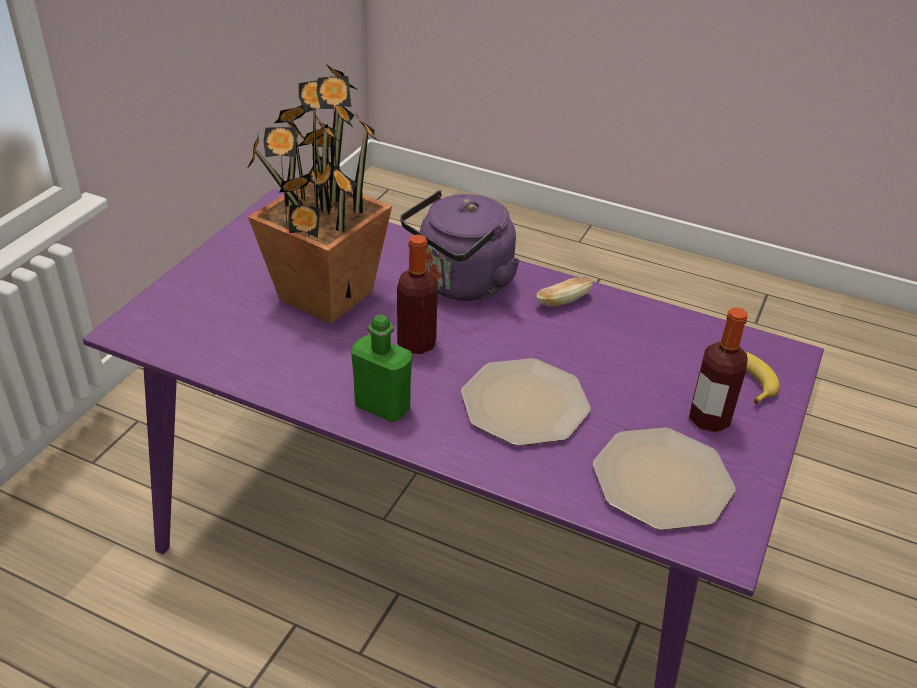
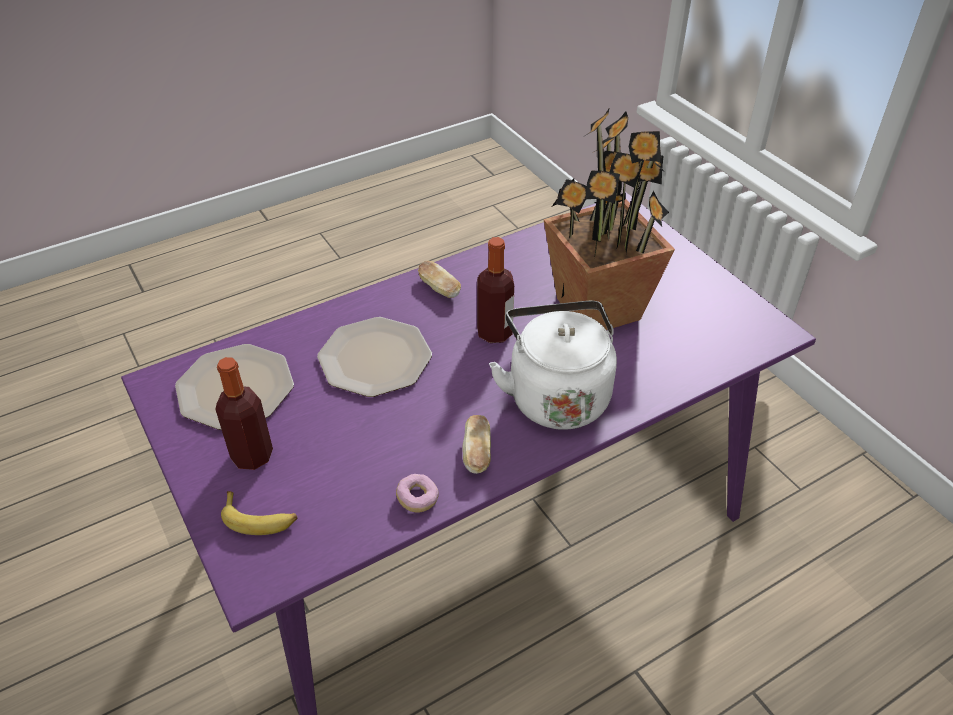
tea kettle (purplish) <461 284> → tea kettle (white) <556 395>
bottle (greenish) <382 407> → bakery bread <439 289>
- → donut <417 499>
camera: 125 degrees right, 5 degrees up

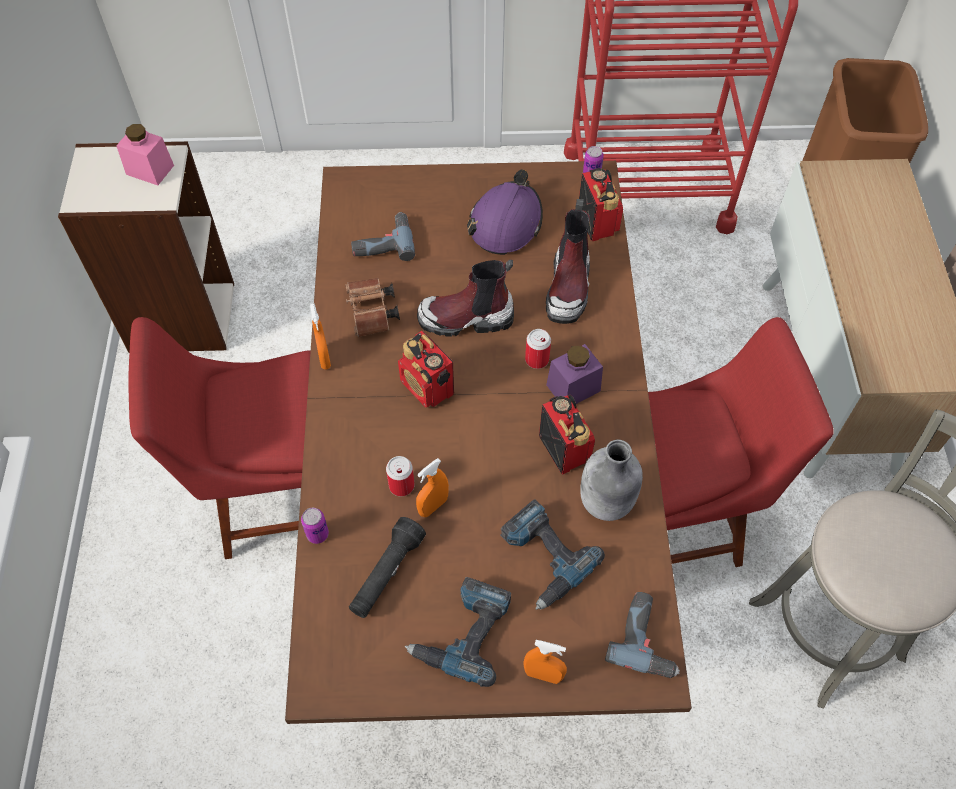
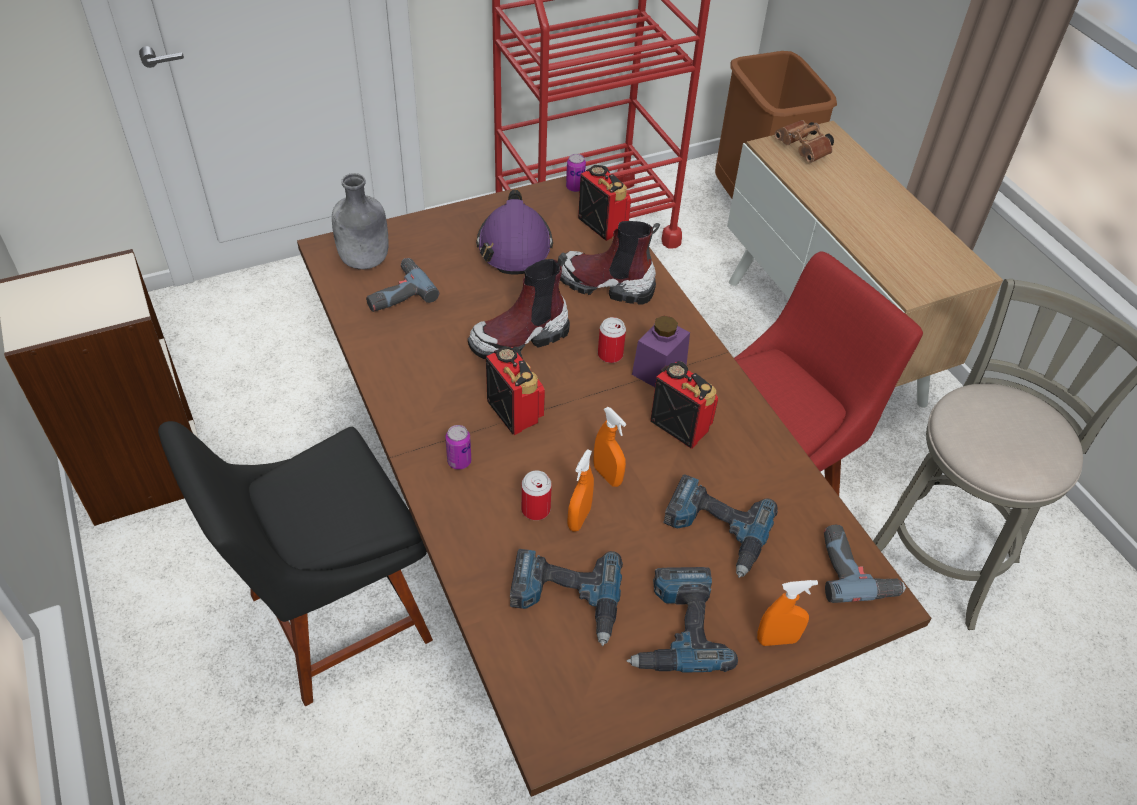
storage jar (pink-coloured) <150 170> → -
tall boot <568 287> → tall boot <606 285>, 120 degrees clockwise
pair of binoculars (brownish) <372 314> → pair of binoculars (brownish) <804 150>, move
hand sprayer (orange-coloured) <324 358> → hand sprayer (orange-coloured) <607 475>, move
chair (reddish) <271 496> → chair (blackish) <330 622>
radio <427 388> → radio <514 411>, 150 degrees counterclockwise
bottle (gray) <606 503> → bottle (gray) <365 261>, move
can <317 534> → can <459 461>, move
torch (blackish) <386 574> → electric drill <565 600>
camera: 25 degrees left, 10 degrees down

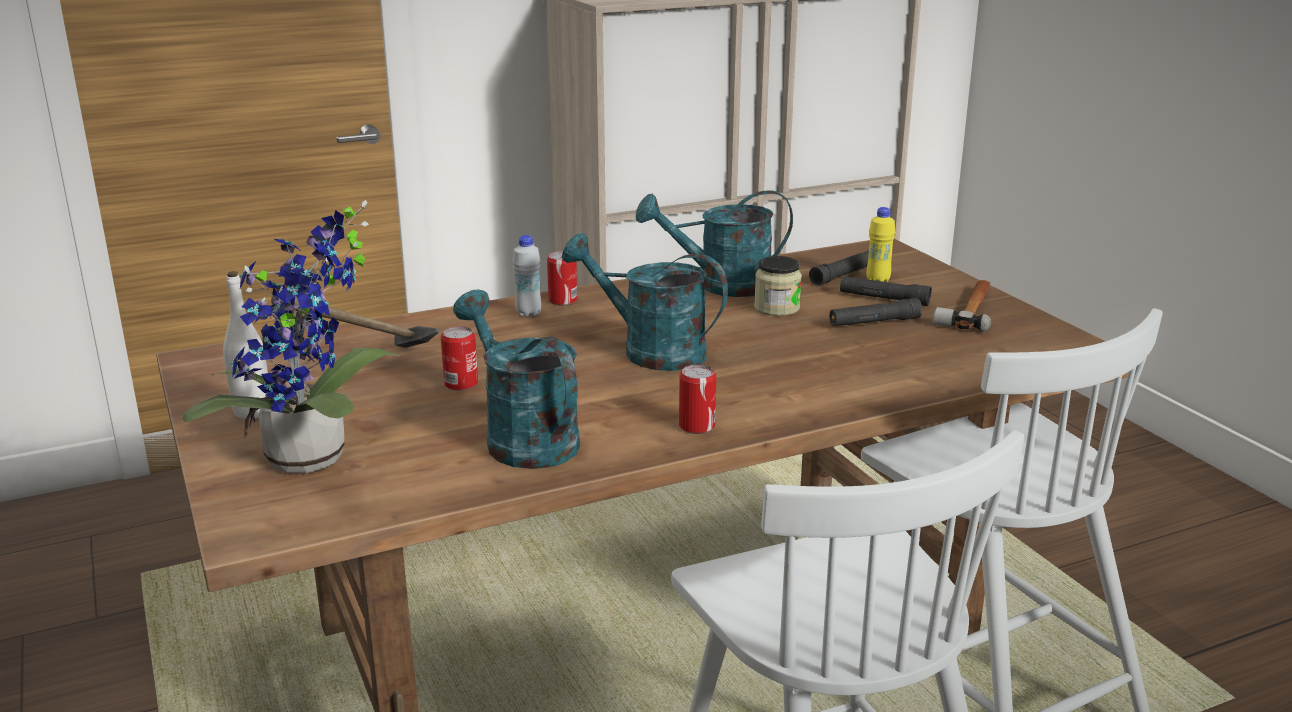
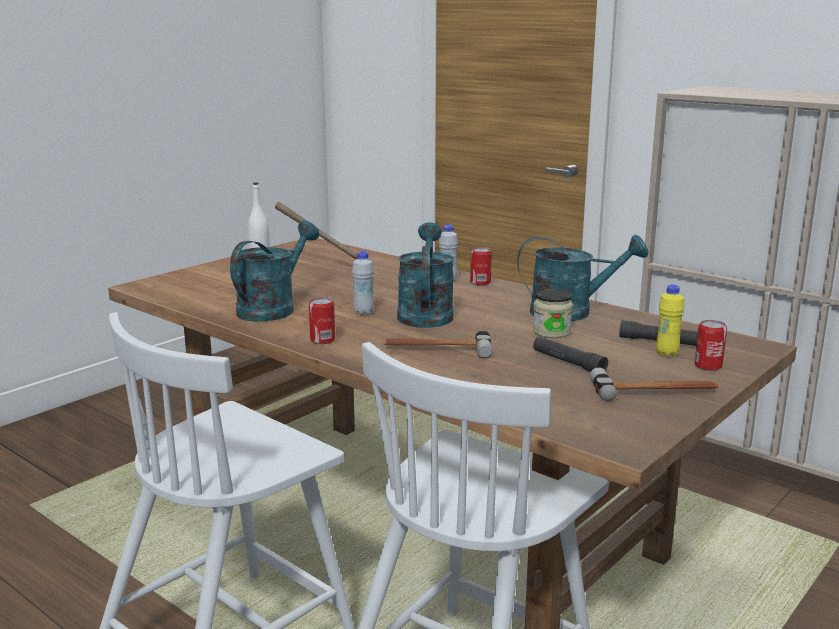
sprinkling can (turquoise) <721 285> → sprinkling can (turquoise) <572 312>, 120 degrees clockwise
potted plant <314 461> → -
torch (blackish) <884 299> → -
can <461 384> → can <708 366>, move
- → bottle (white) <363 312>
- → hammer <437 350>
camera: 65 degrees right, 5 degrees down

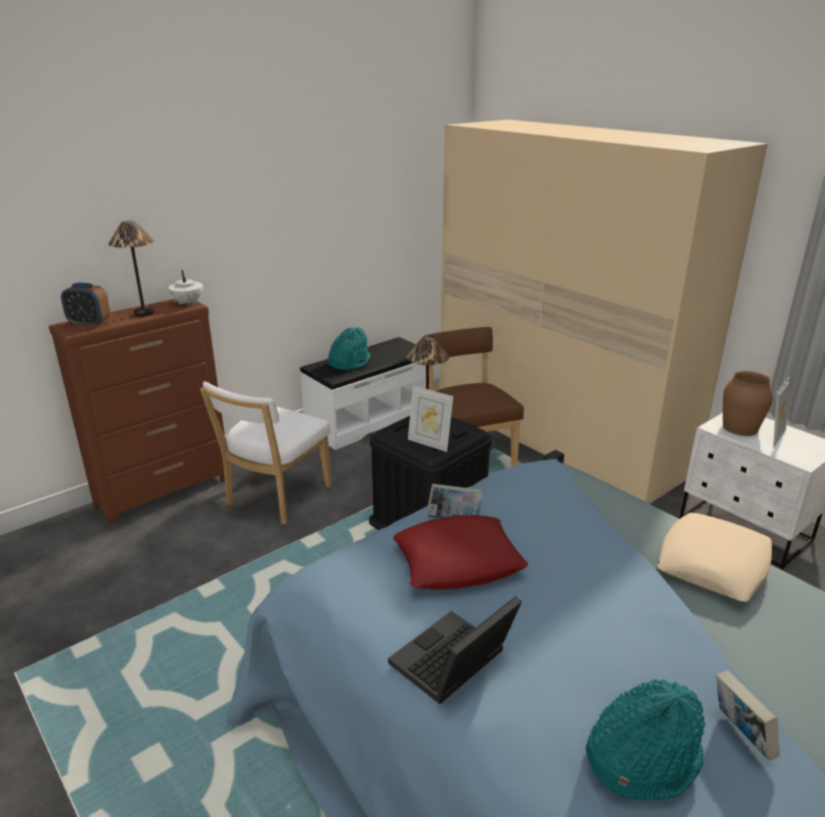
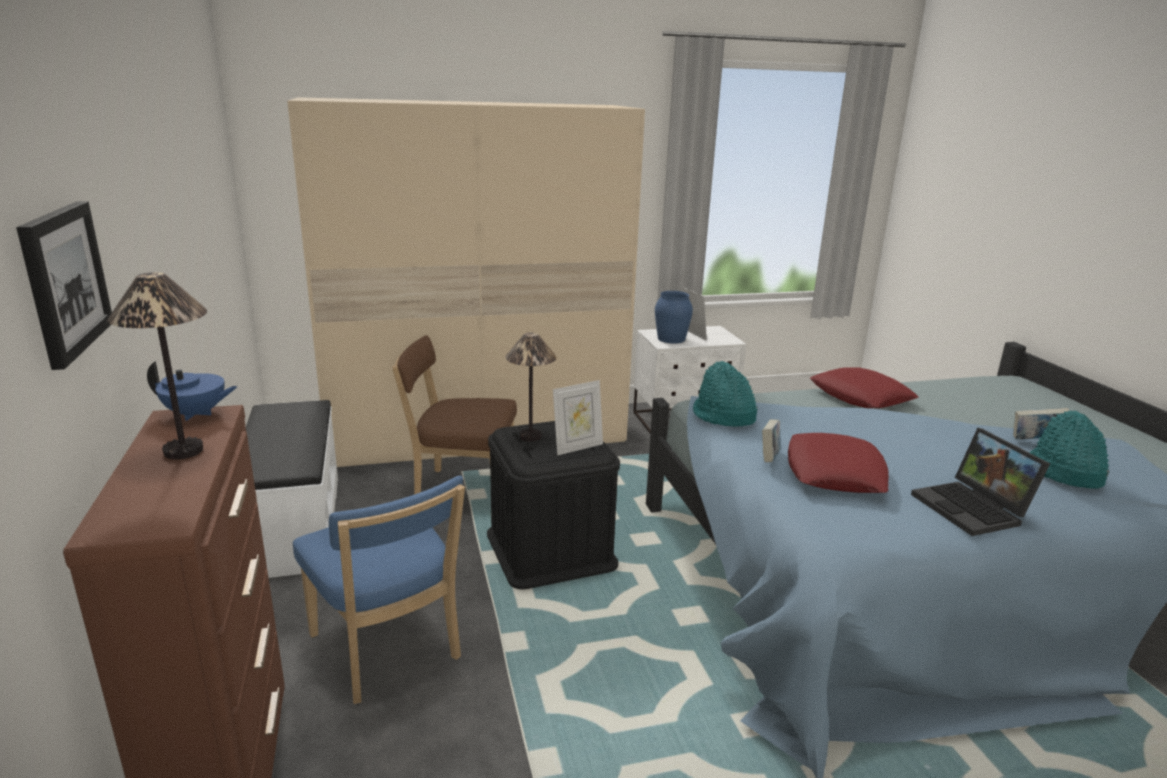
tea pot (white) <187 303> → tea pot (bluish) <196 414>
table clock <89 324> → -
hat (turquoise) <349 362> → hat (turquoise) <723 416>, move
flower vase (brownish) <739 427> → flower vase (bluish) <671 339>
chair (white) <275 498> → chair (bluish) <388 651>
cushion (sand-coloured) <713 564> → cushion (reddish) <861 396>
- → wall art <64 280>
camera: 65 degrees left, 5 degrees down

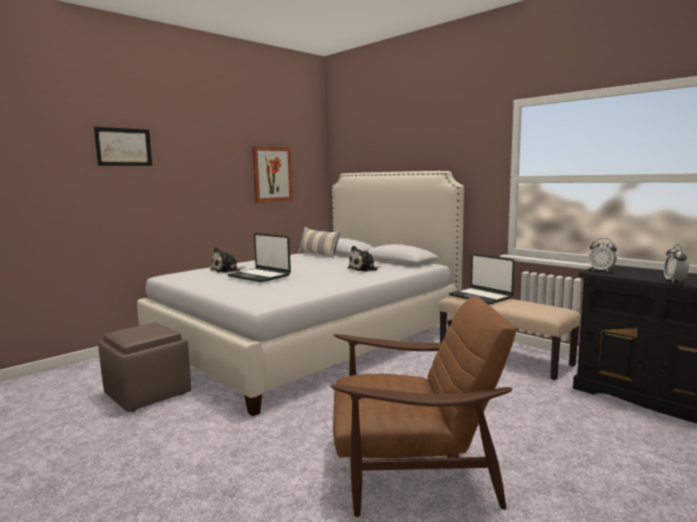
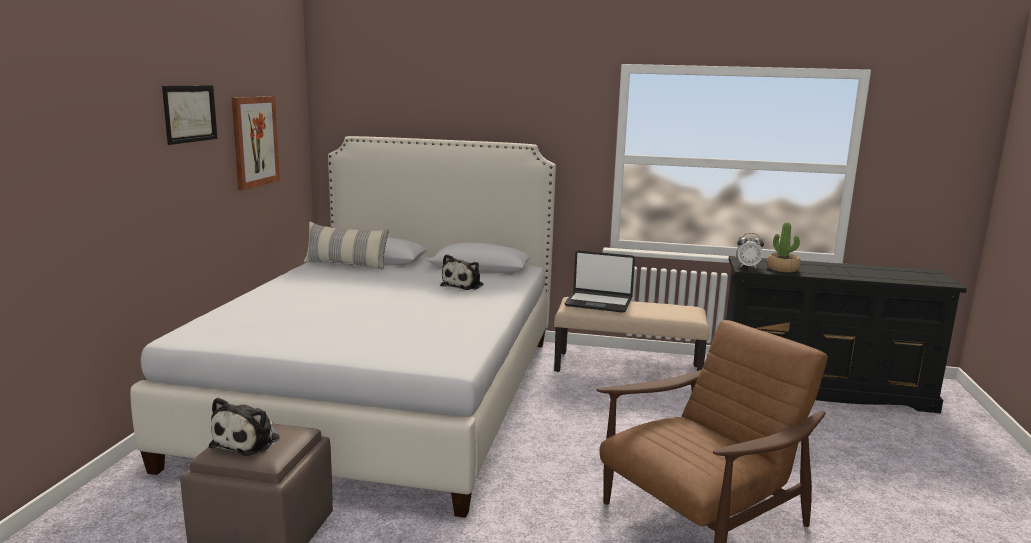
wall art <123 147> → wall art <190 113>, move
notebook computer <259 276> → -
table clock <674 281> → -
cuddly toy <227 270> → cuddly toy <248 441>, move
- → potted plant <782 269>
camera: 35 degrees left, 5 degrees up

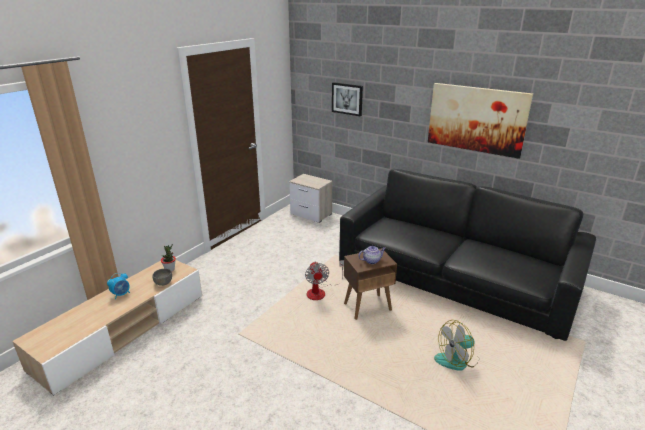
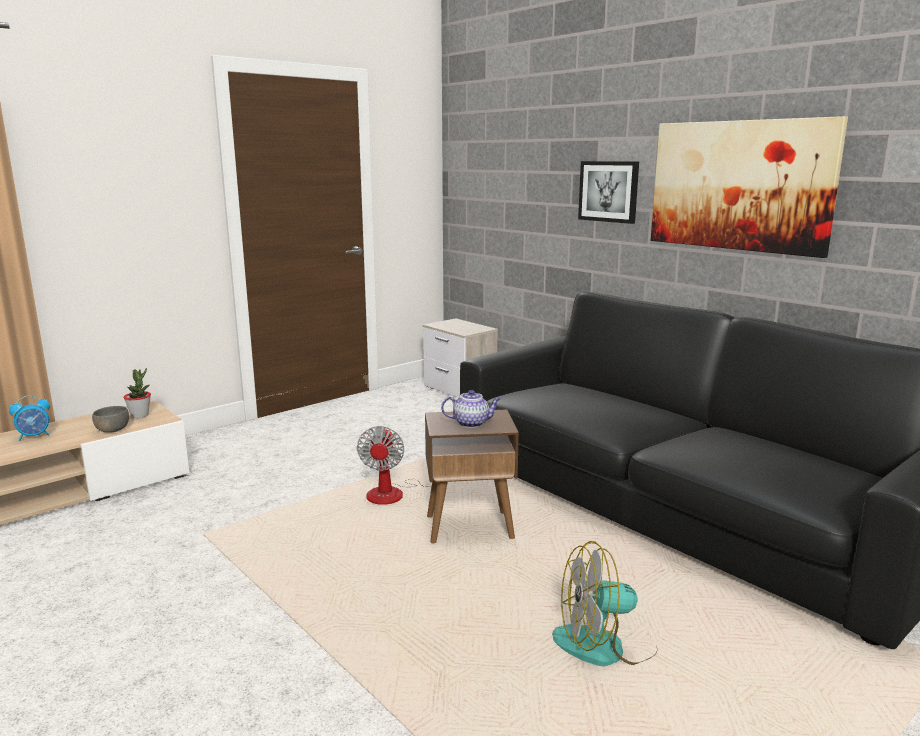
wall art <347 99> → wall art <609 191>, move
camera: 15 degrees right, 10 degrees down

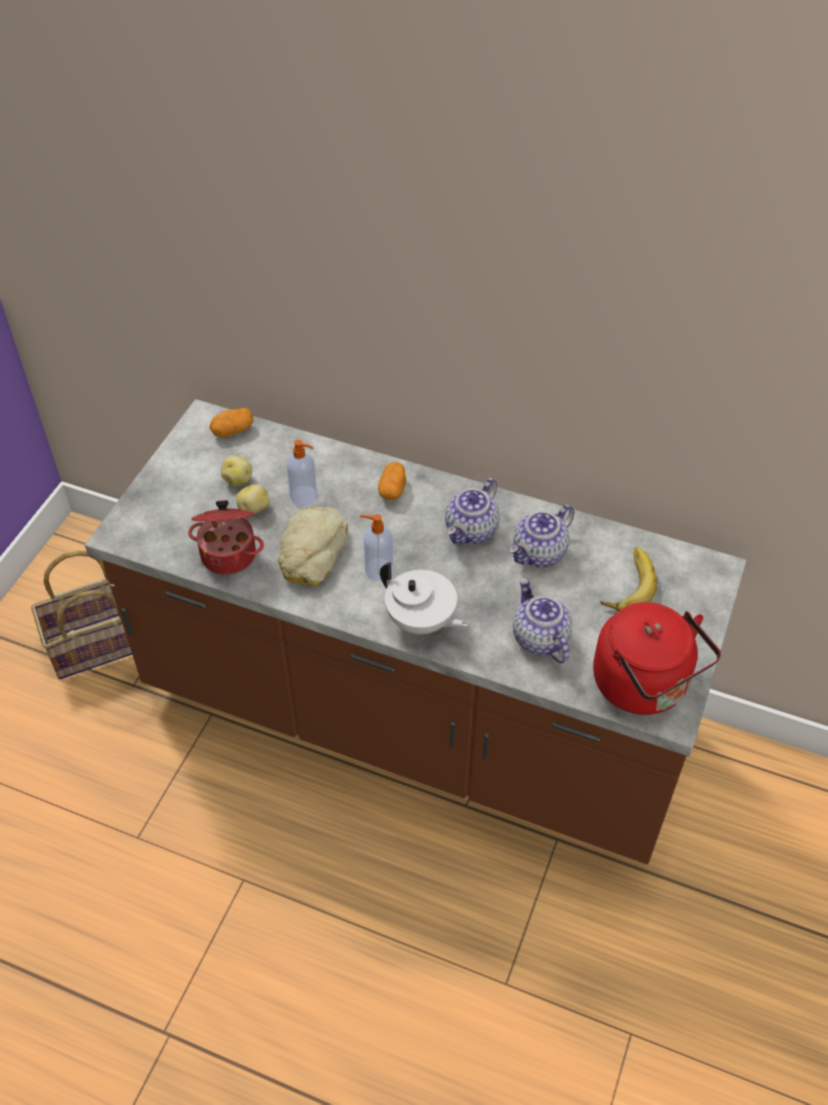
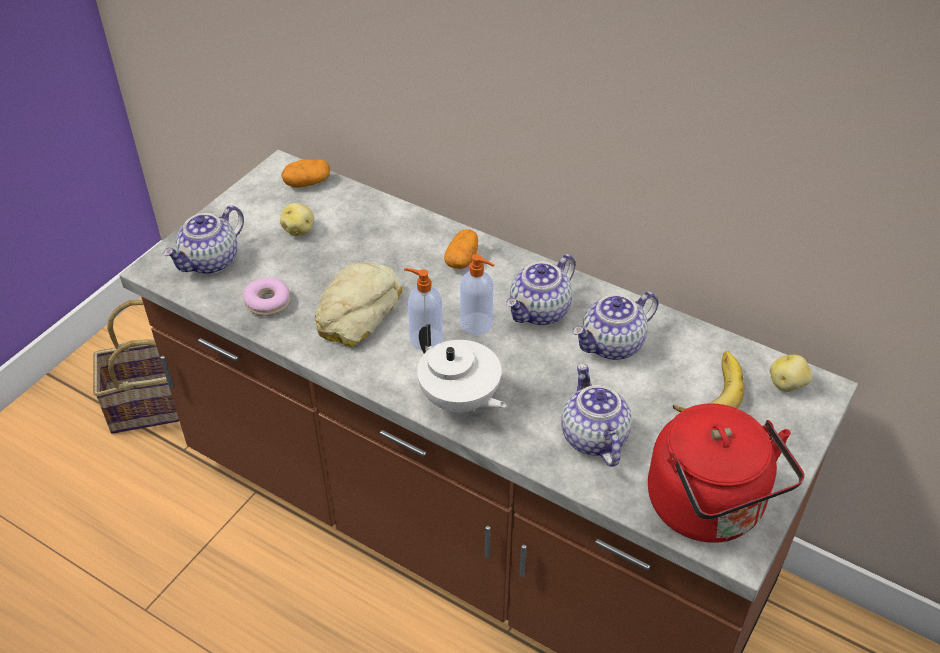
soap dispenser <304 496> → soap dispenser <477 324>, move
potato <255 509> → potato <787 384>, move
cooking pot <229 553> → donut <267 302>
- → tea pot <211 262>
camera: 10 degrees right, 5 degrees down

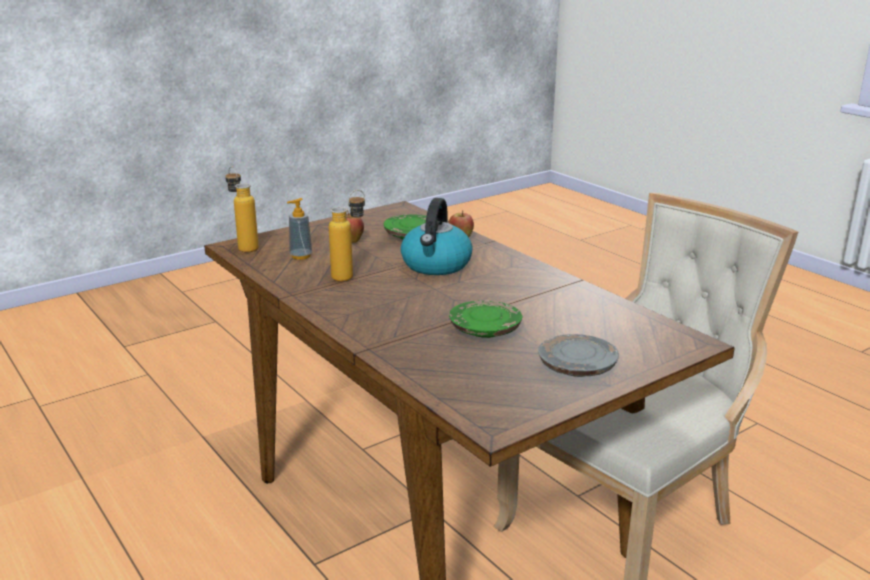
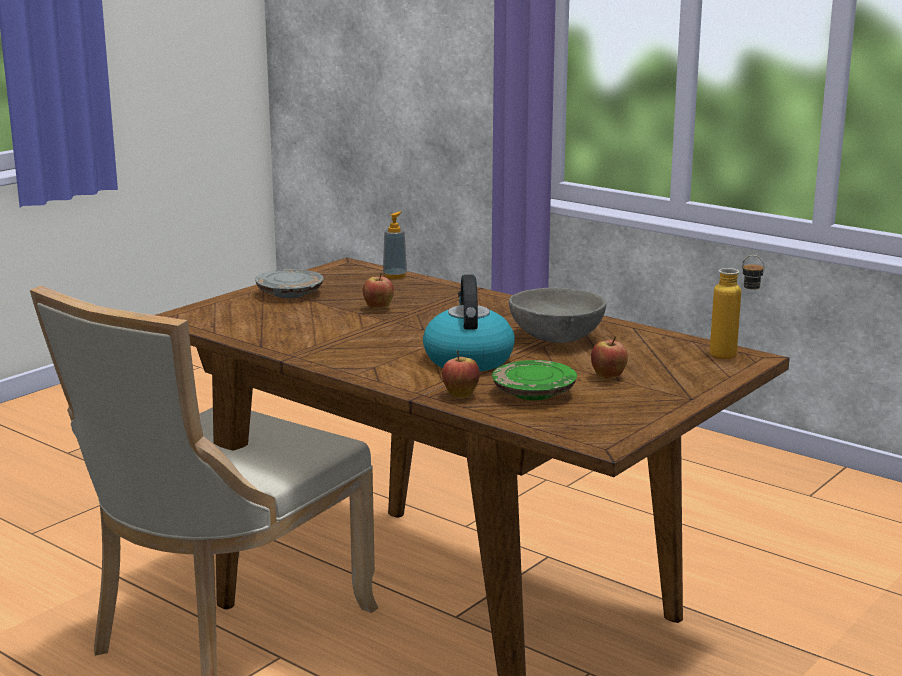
bottle <350 276> → deep dish (gray) <557 339>
soap dispenser <301 256> → soap dispenser <395 276>, move
plate (greenish) <484 330> → whole apple <378 309>
camera: 165 degrees right, 5 degrees down

